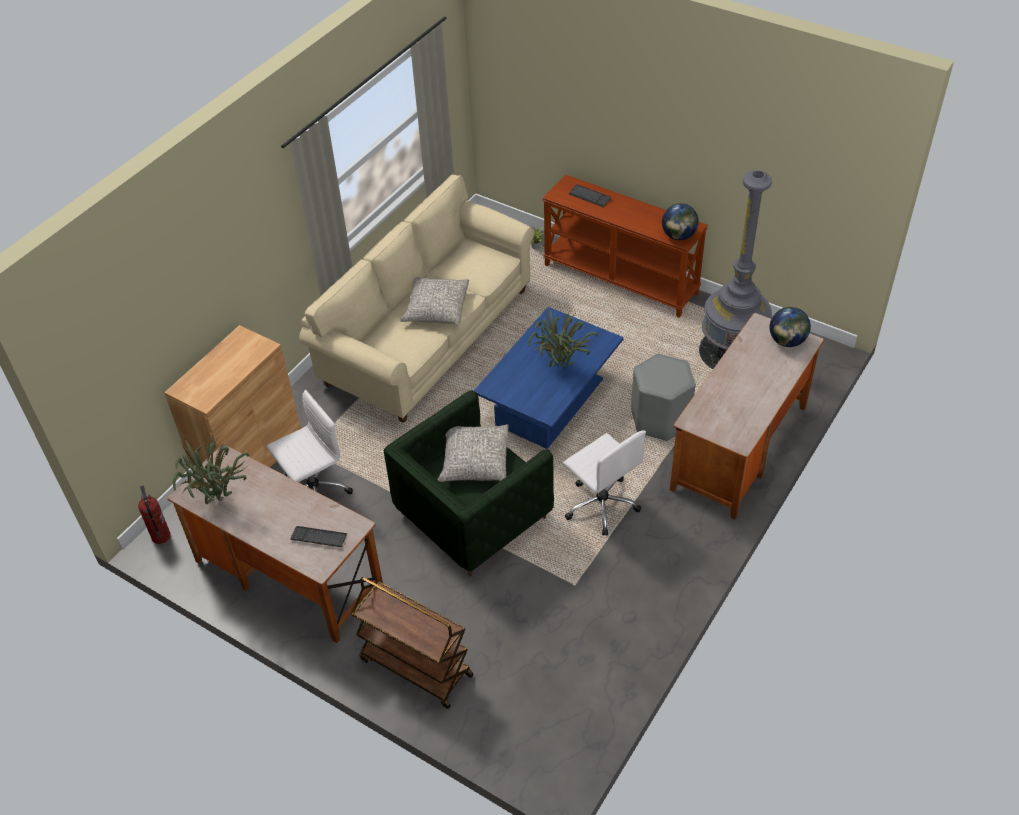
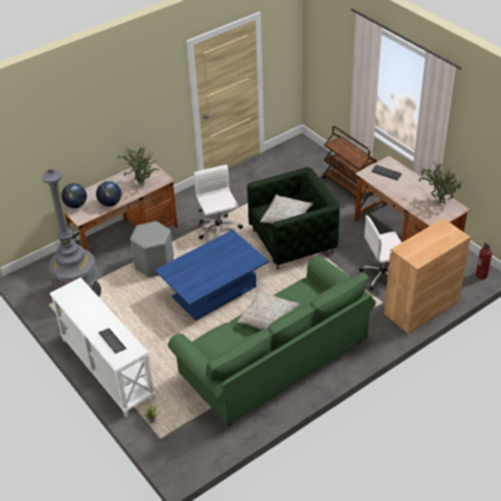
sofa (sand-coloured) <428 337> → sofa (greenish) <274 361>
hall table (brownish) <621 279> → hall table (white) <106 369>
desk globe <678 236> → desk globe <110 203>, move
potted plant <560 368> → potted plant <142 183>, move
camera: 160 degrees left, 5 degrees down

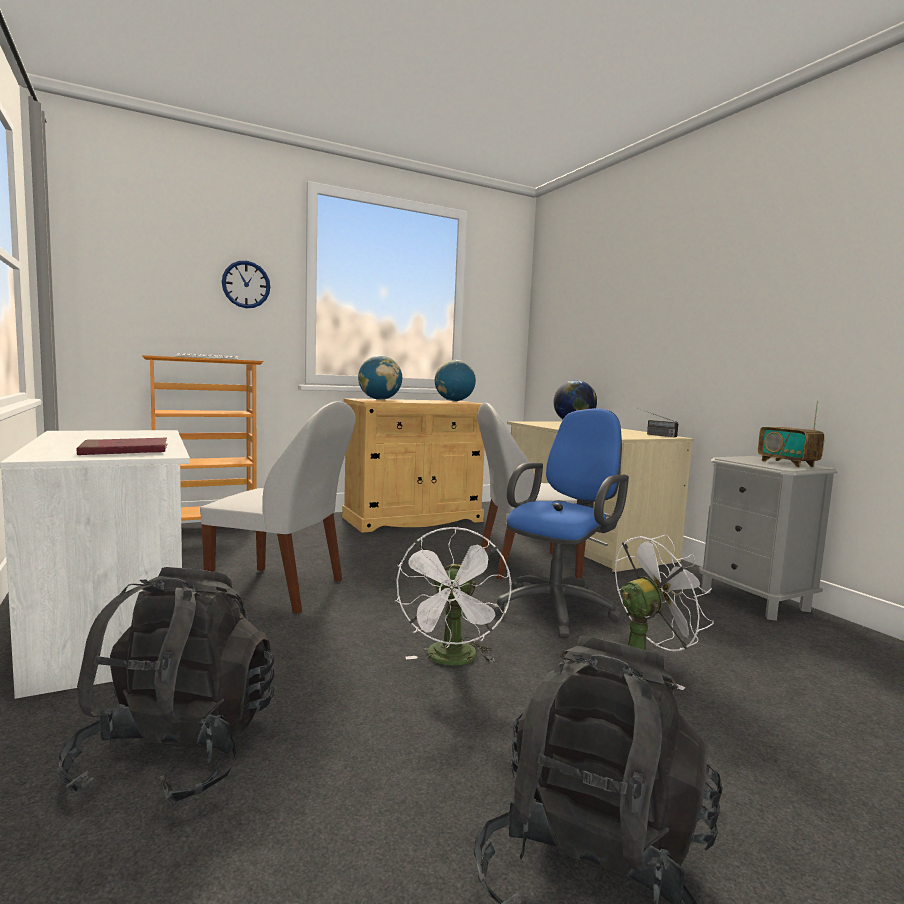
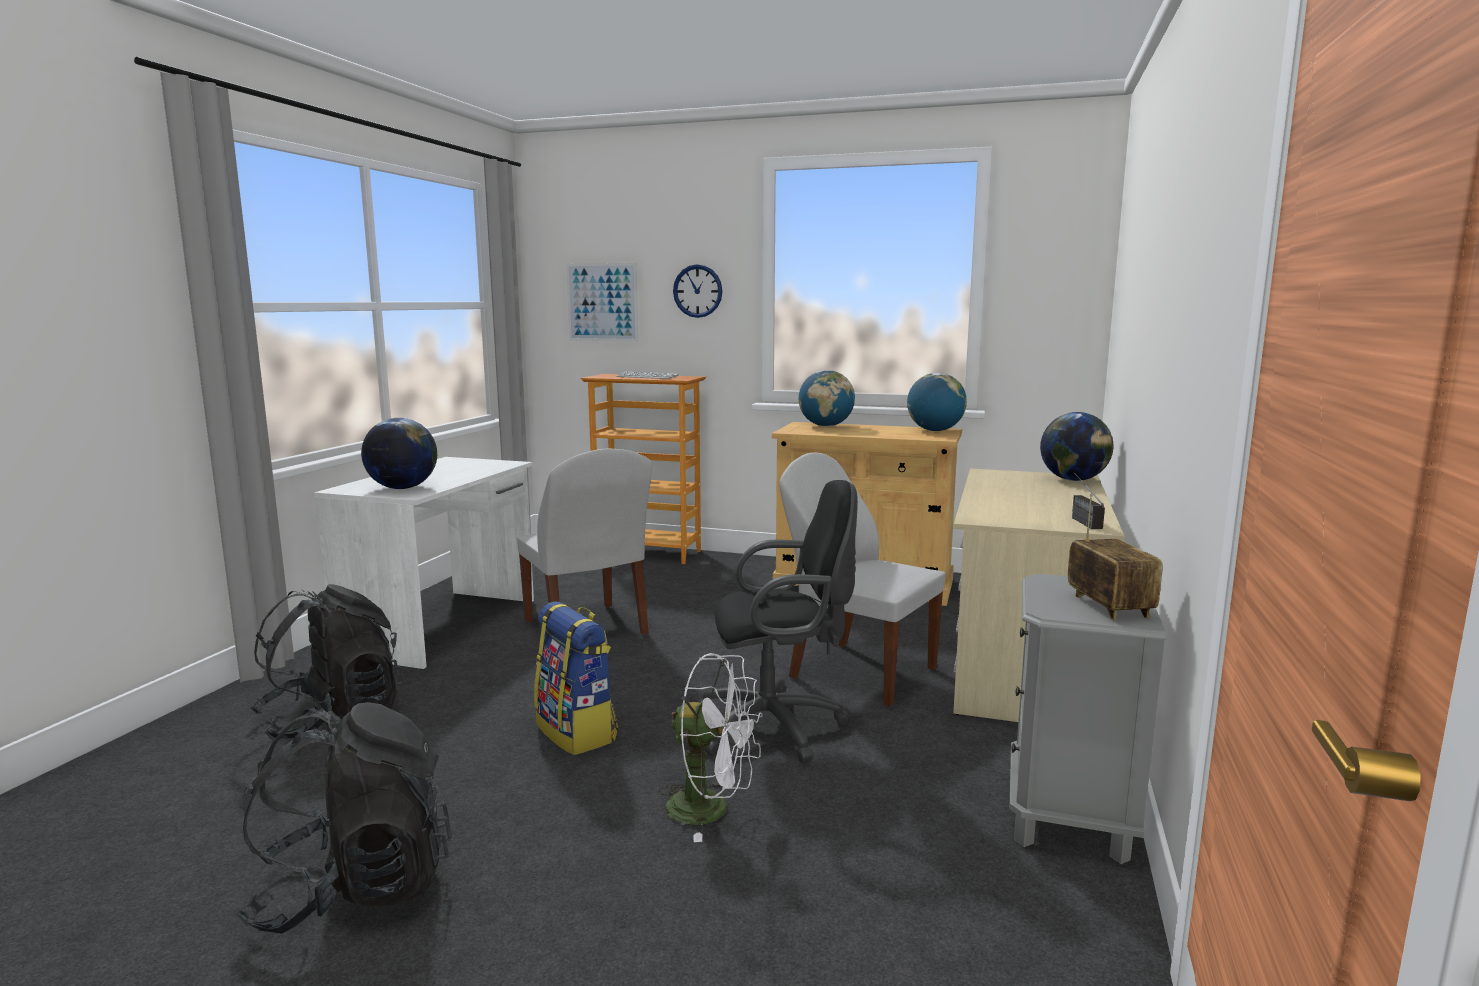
radio <787 463> → radio <1109 606>, 150 degrees clockwise
desk chair (bluish) <558 608> → desk chair (blackish) <778 727>
book (reddish) <124 451> → desk globe <402 488>
fan (white) <452 660> → rucksack <577 732>
- → wall art <602 302>
camera: 45 degrees right, 5 degrees up

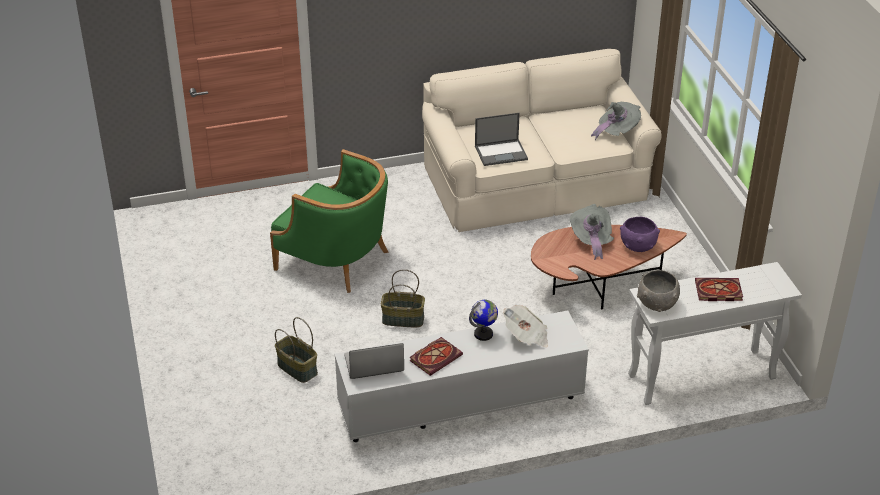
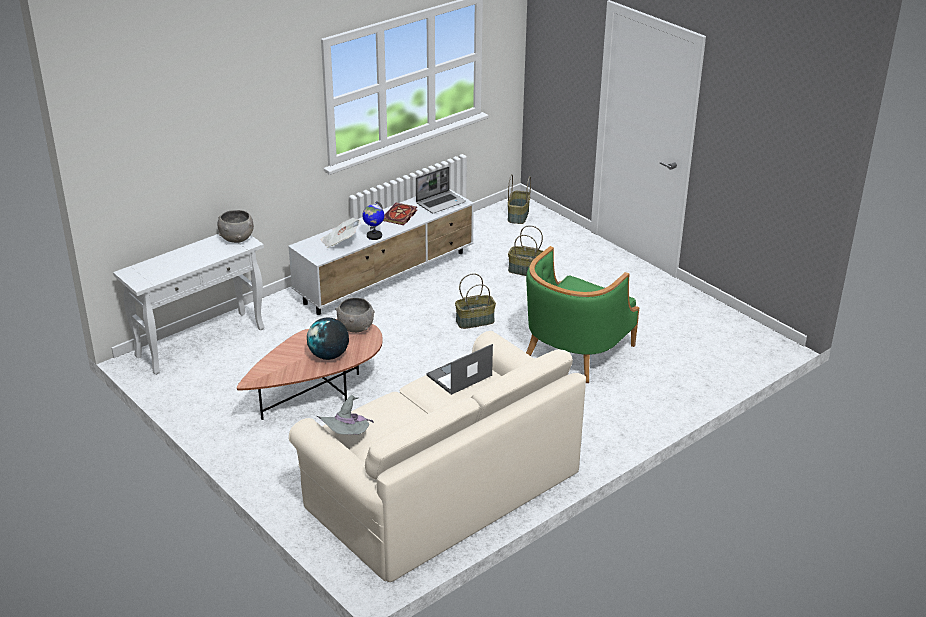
easy chair (greenish) <335 259> → easy chair (greenish) <575 351>, 60 degrees counterclockwise
hat (gray) <591 241> → desk globe <329 355>
deep dish (purplish) <637 246> → -
book <717 291> → -
- → storage basket <518 216>
- → deep dish (gray) <355 328>
camera: 155 degrees right, 5 degrees down

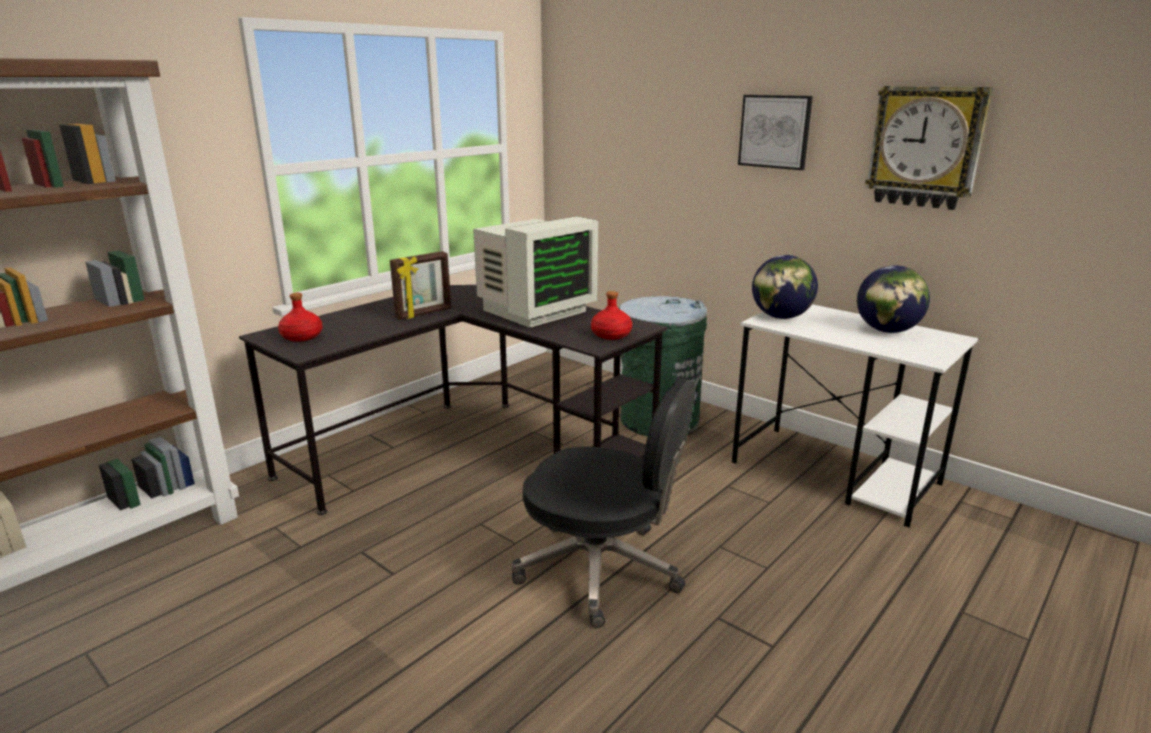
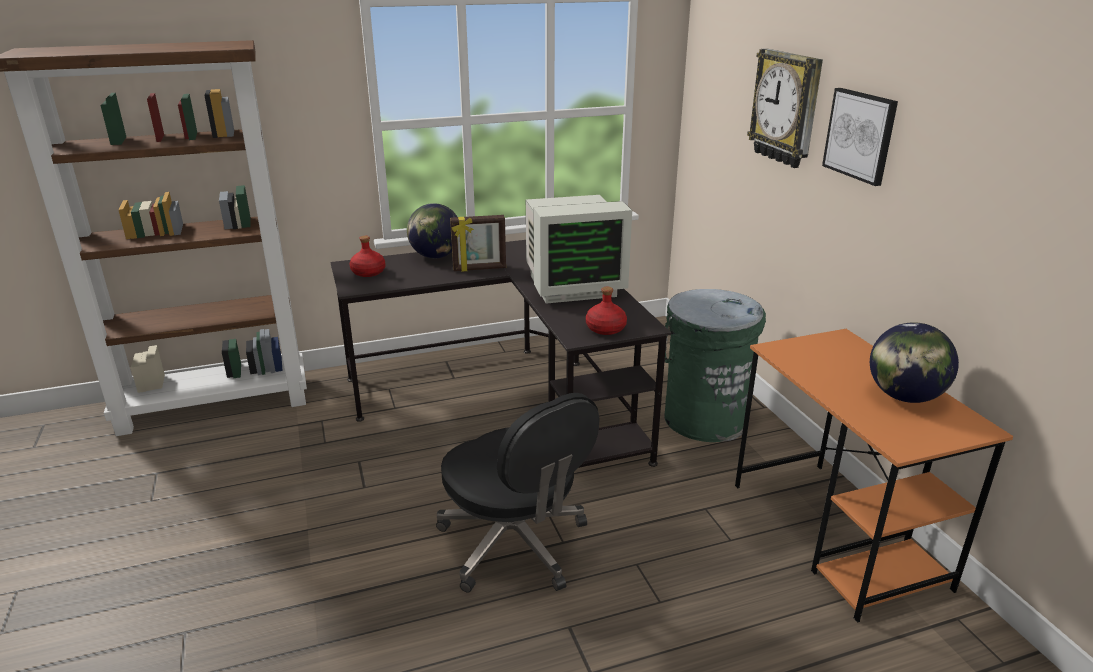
wall clock <925 147> → wall clock <786 108>, move
desk globe <781 317> → desk globe <436 256>, move
desk (white) <835 473> → desk (orange-coloured) <837 535>
camera: 30 degrees right, 5 degrees up

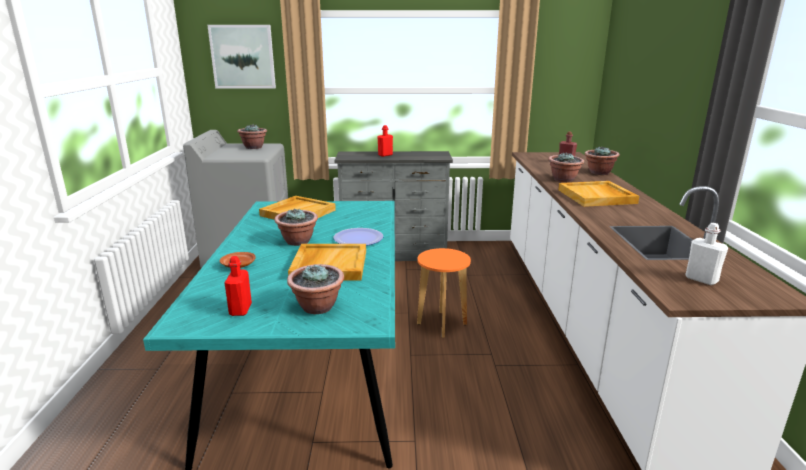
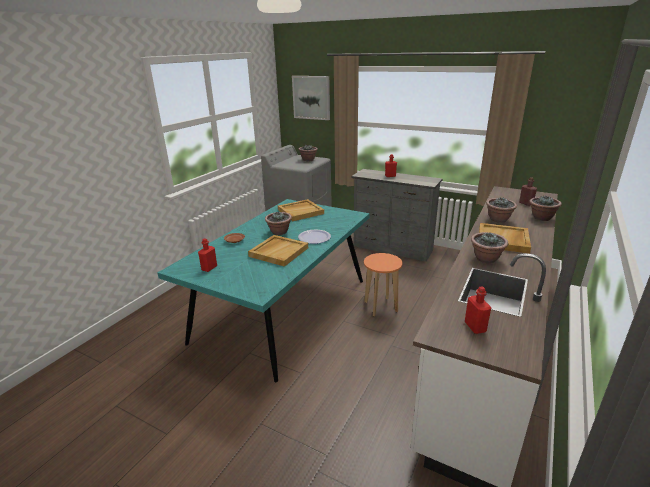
bottle (white) <701 279> → bottle (reddish) <475 327>
potted plant <318 307> → potted plant <486 259>, move
camera: 30 degrees right, 5 degrees up

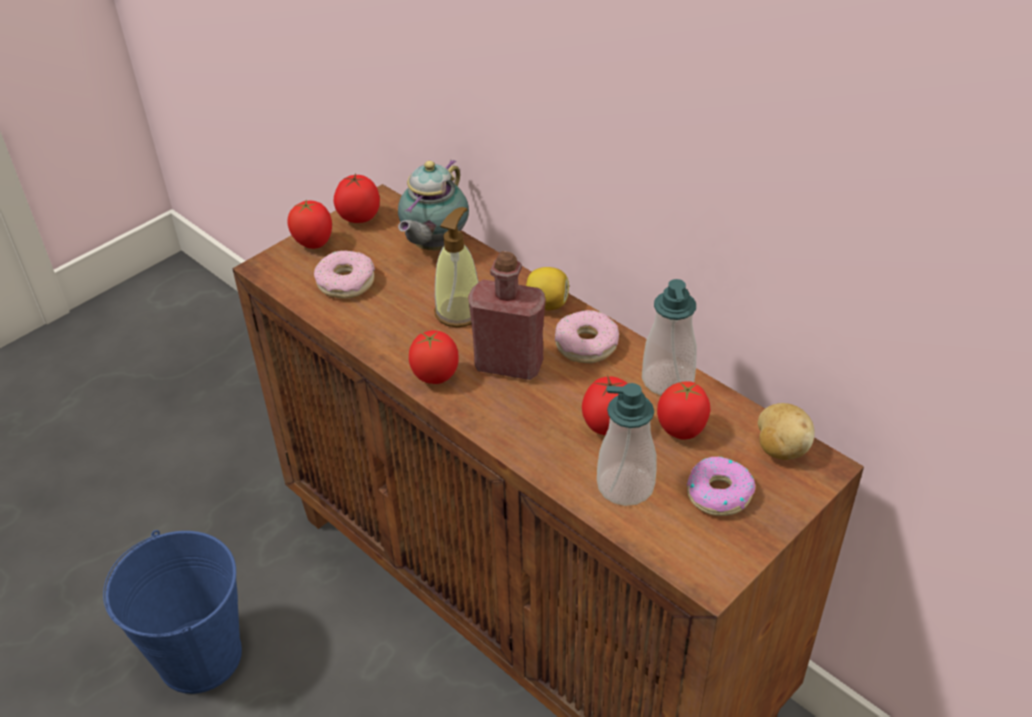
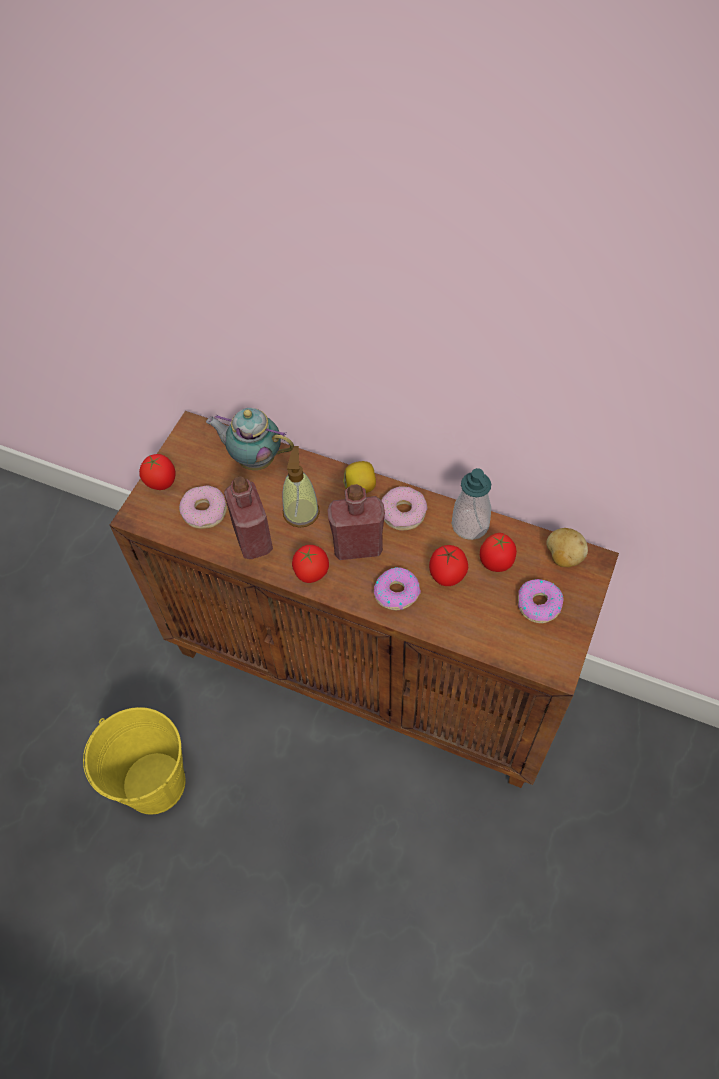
tea pot <433 246> → tea pot <254 459>, 105 degrees clockwise
tomato <359 218> → -
soap dispenser <625 485> → -
pail (bluish) <200 656> → pail (yellowish) <155 783>
- → bottle (reddish) <253 539>
- → donut <396 592>
camera: 20 degrees left, 15 degrees up

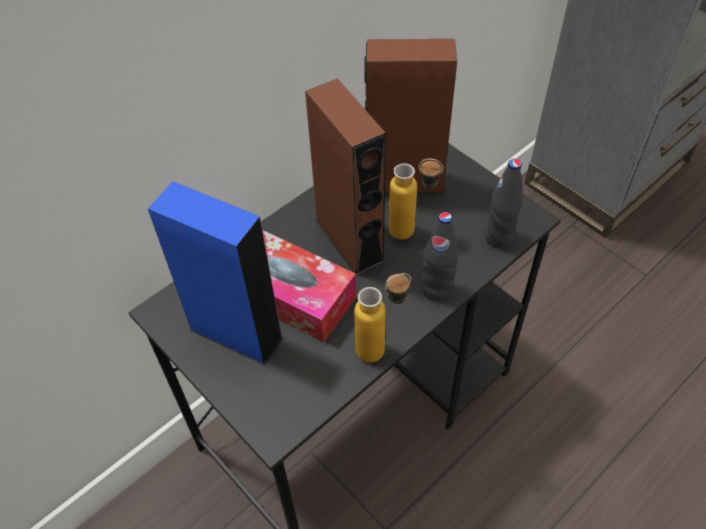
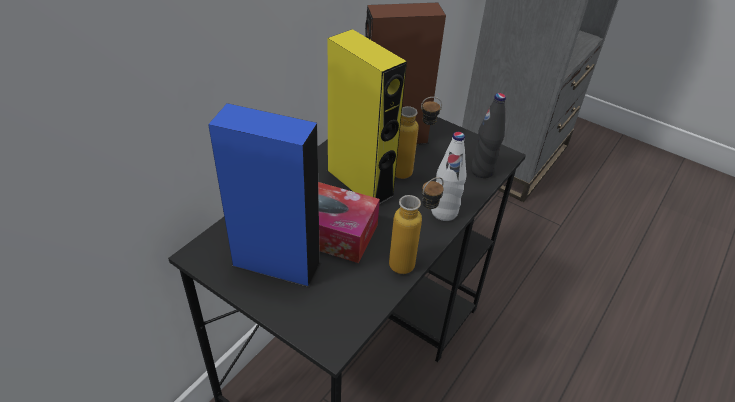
audio speaker (brownish) <349 240> → audio speaker (yellowish) <360 183>
bottle (blackish) <436 289> → bottle (white) <444 212>
camera: 15 degrees left, 10 degrees down

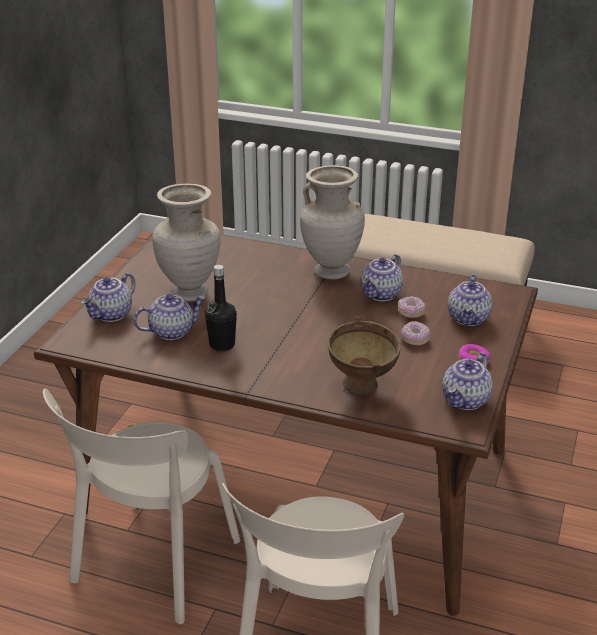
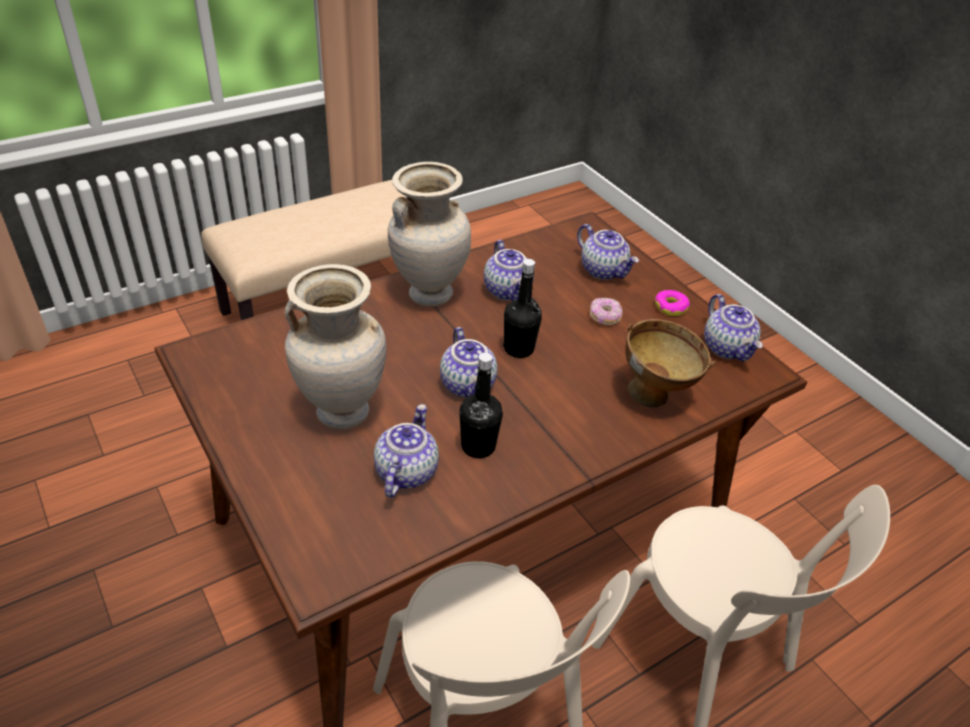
tea pot <112 315> → tea pot <469 385>, move
donut <411 313> → -
- → bottle (blackish) <519 349>
camera: 55 degrees left, 10 degrees up

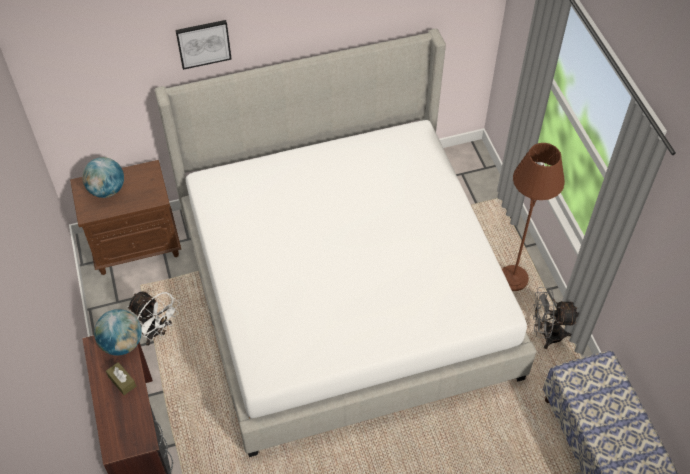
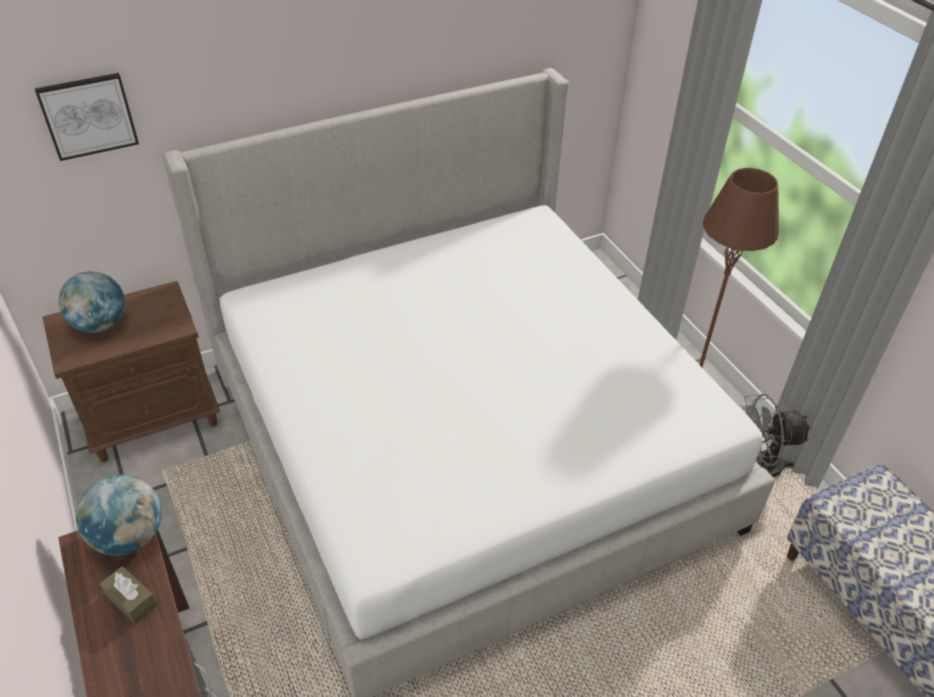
wall art <203 43> → wall art <88 115>, move
fan (white) <157 332> → -
camera: 10 degrees left, 10 degrees down

